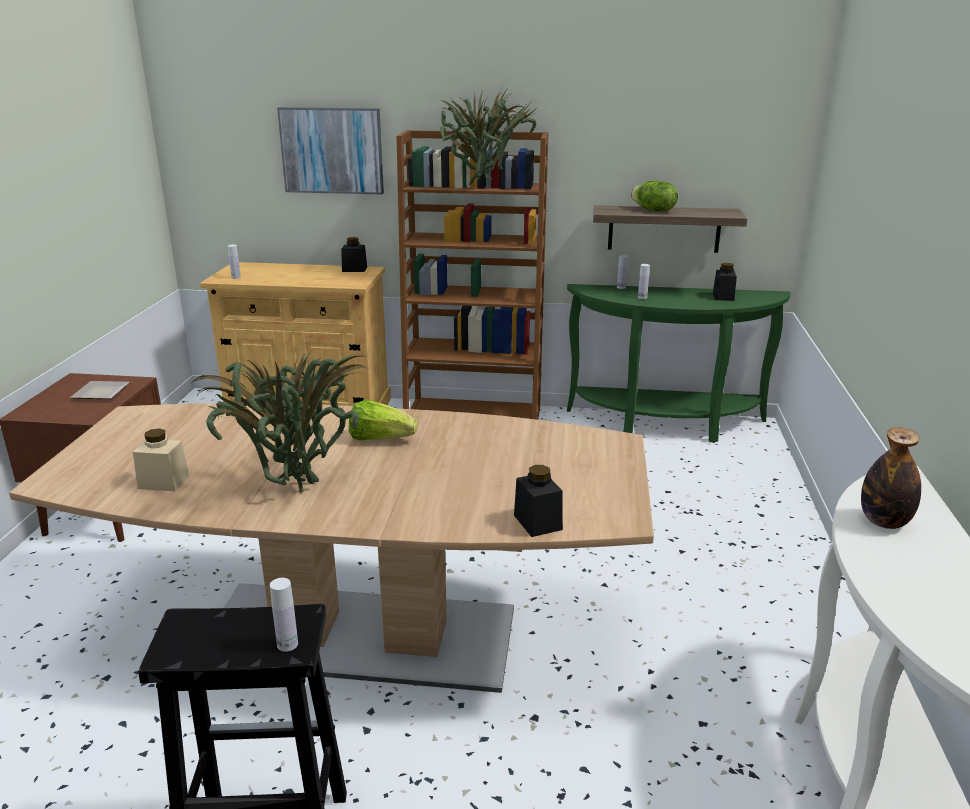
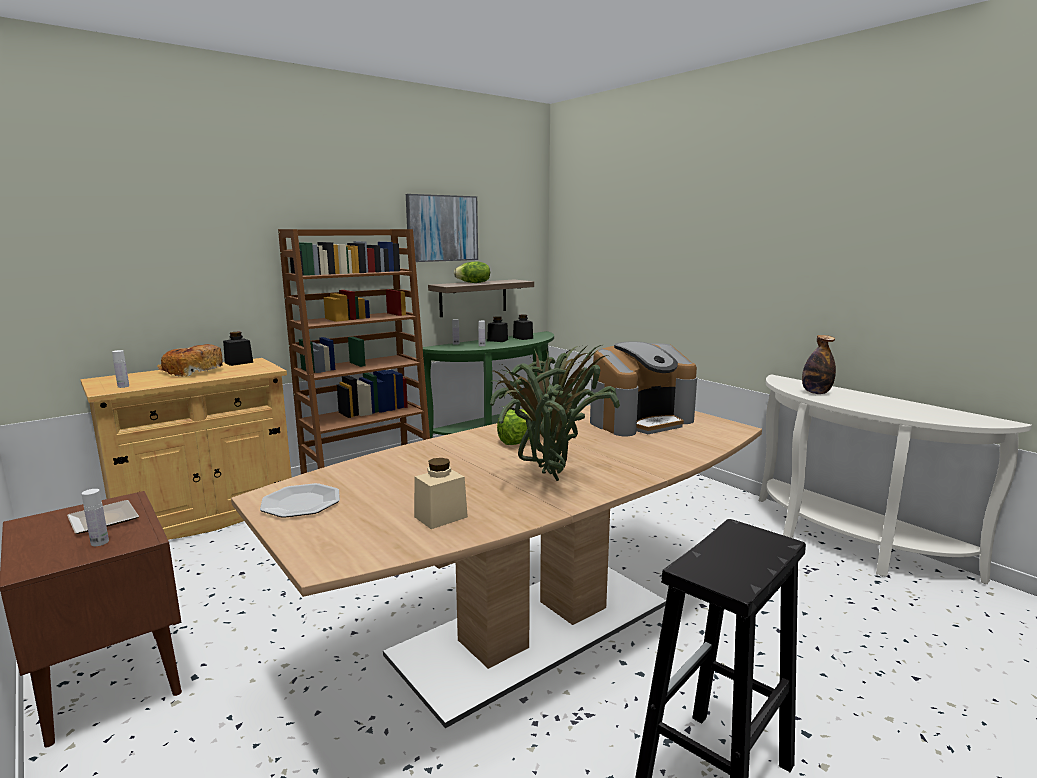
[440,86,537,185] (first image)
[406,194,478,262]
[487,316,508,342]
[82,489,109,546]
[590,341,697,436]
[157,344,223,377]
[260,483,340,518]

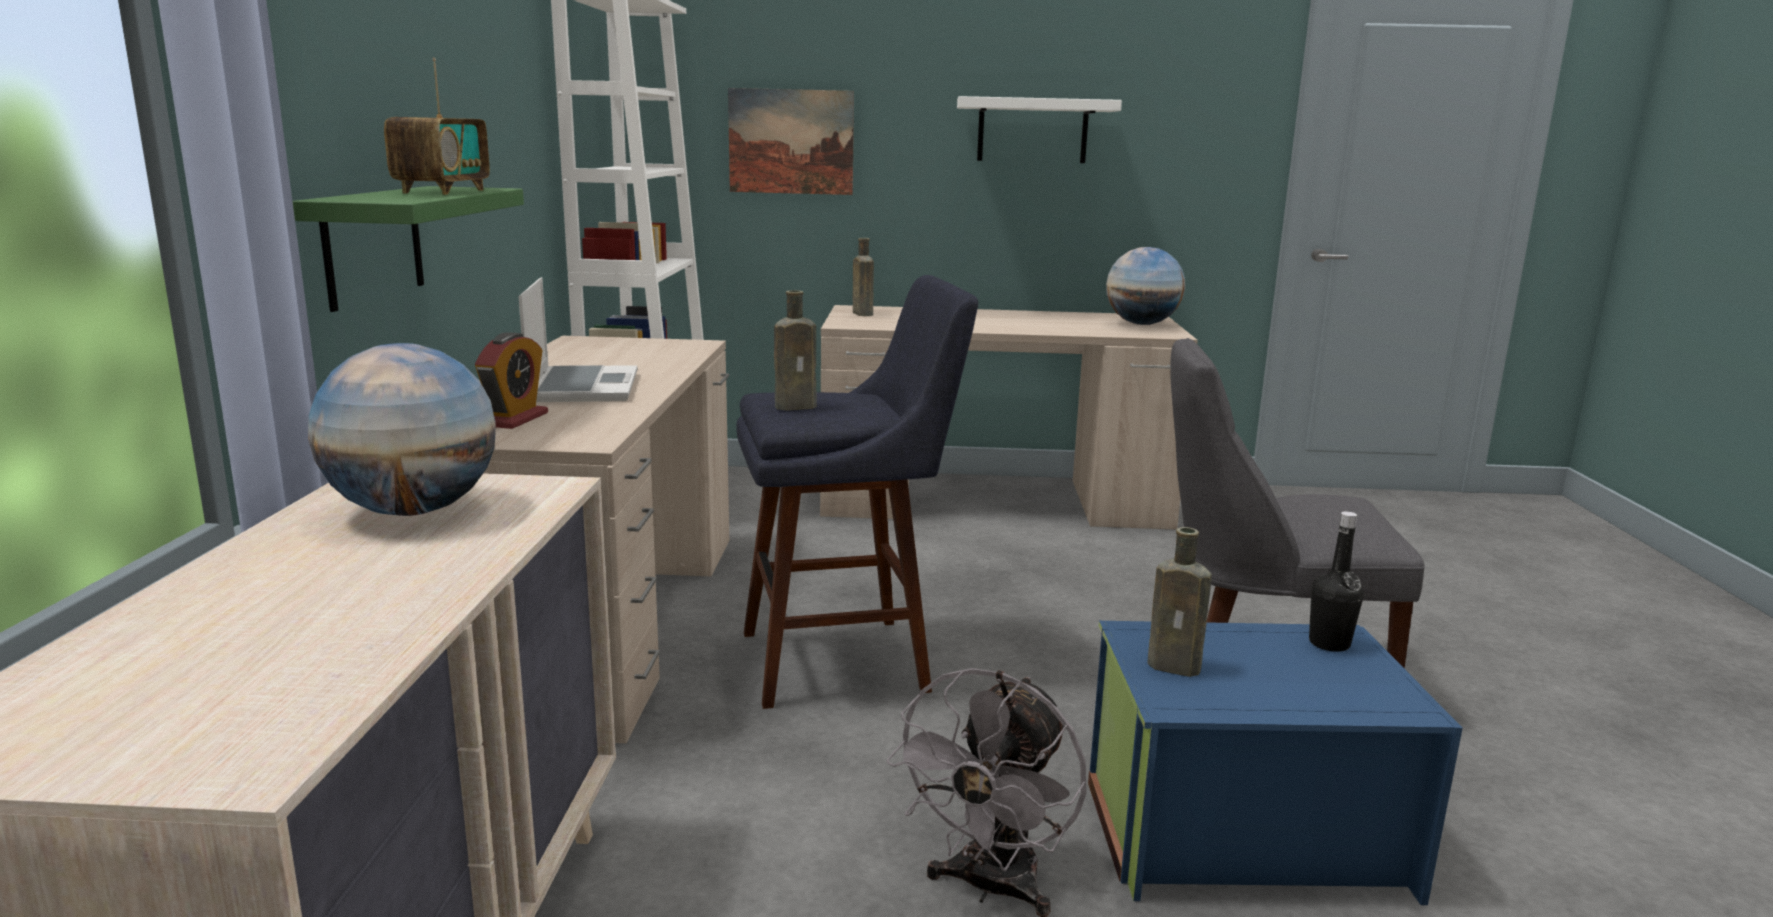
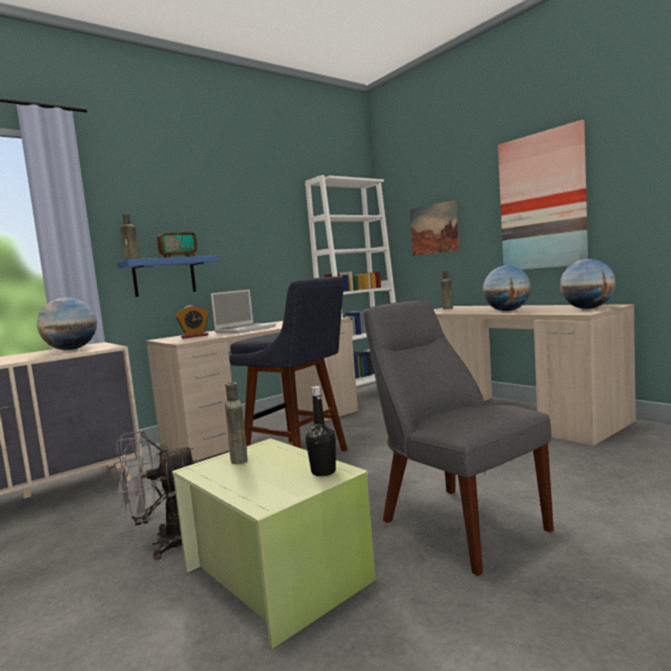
[498,120,588,270]
[117,256,218,297]
[120,214,139,261]
[172,438,375,649]
[483,266,531,311]

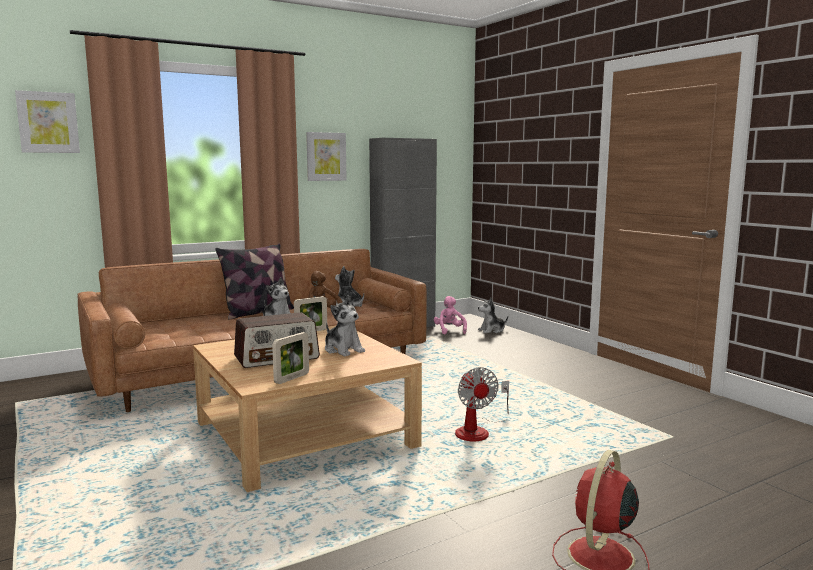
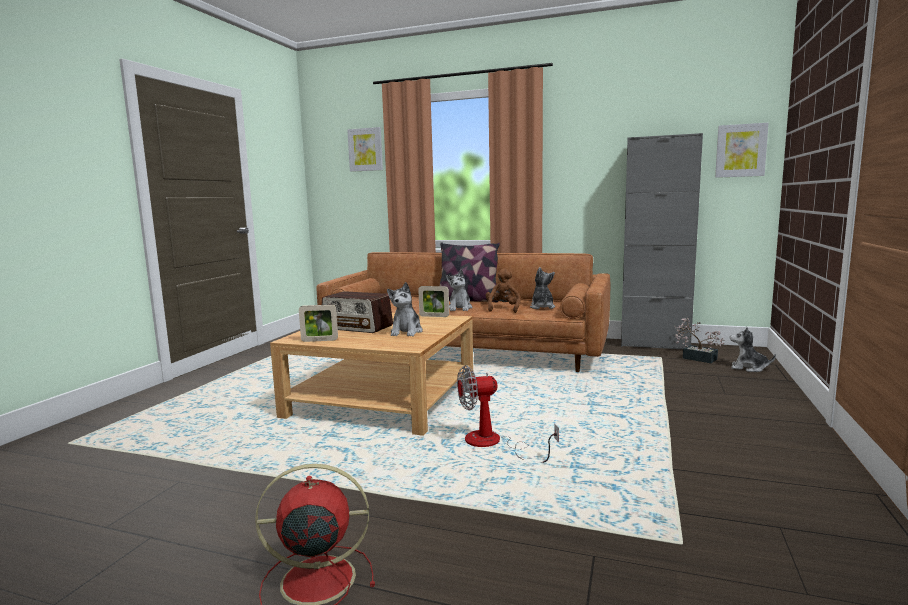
[715,123,769,178]
[674,318,725,363]
[457,365,559,463]

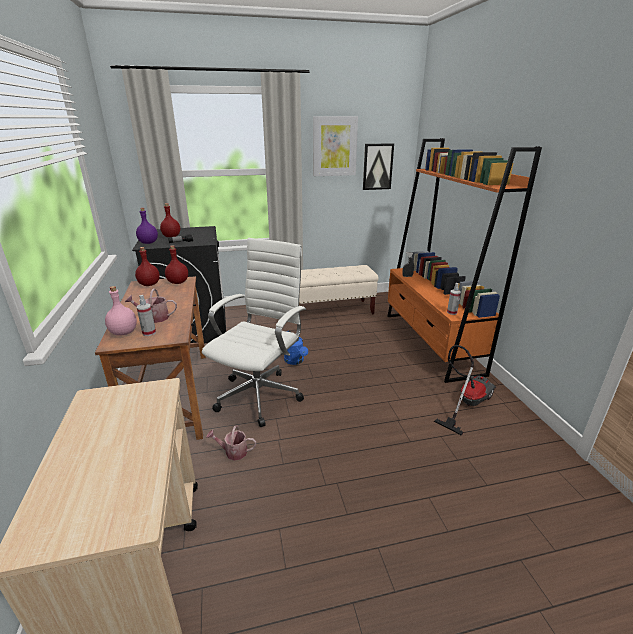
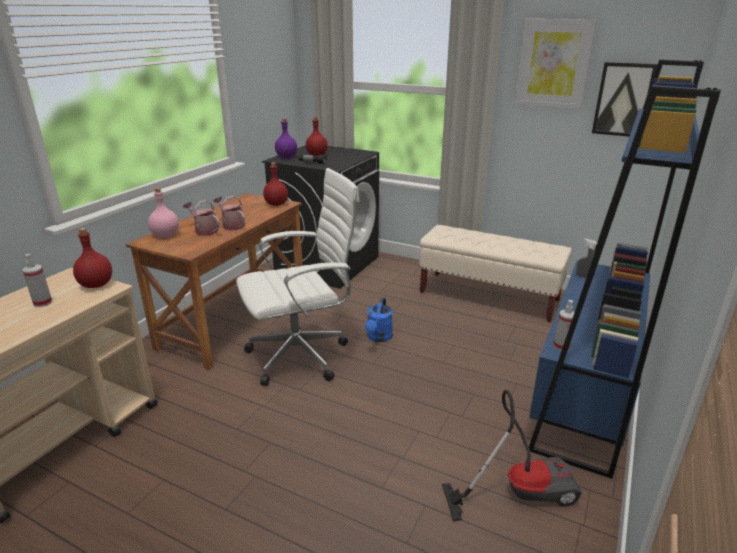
[529,59,721,479]
[73,228,112,288]
[22,254,52,307]
[213,196,245,231]

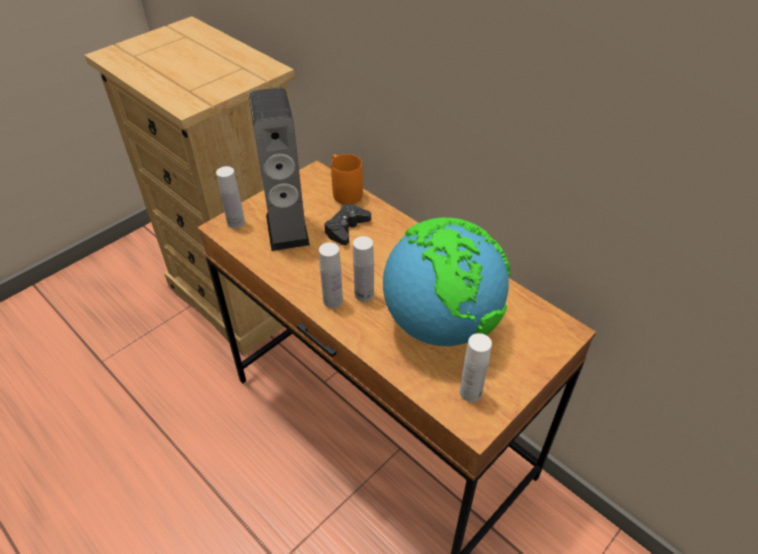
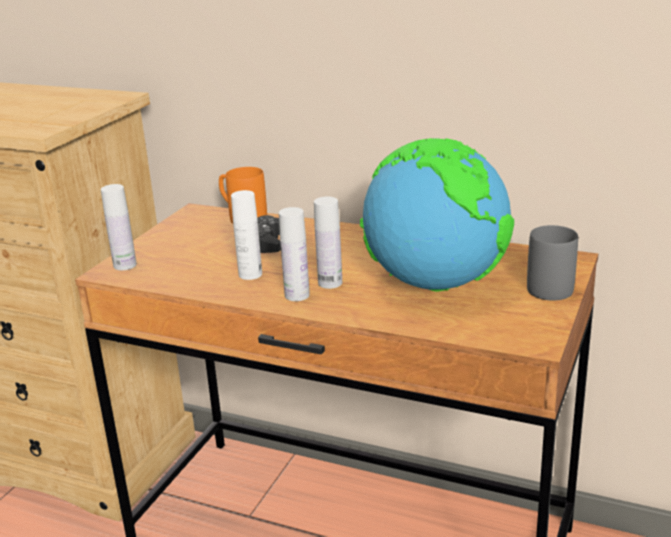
[249,88,310,251] (first image)
[231,190,262,280]
[527,225,578,301]

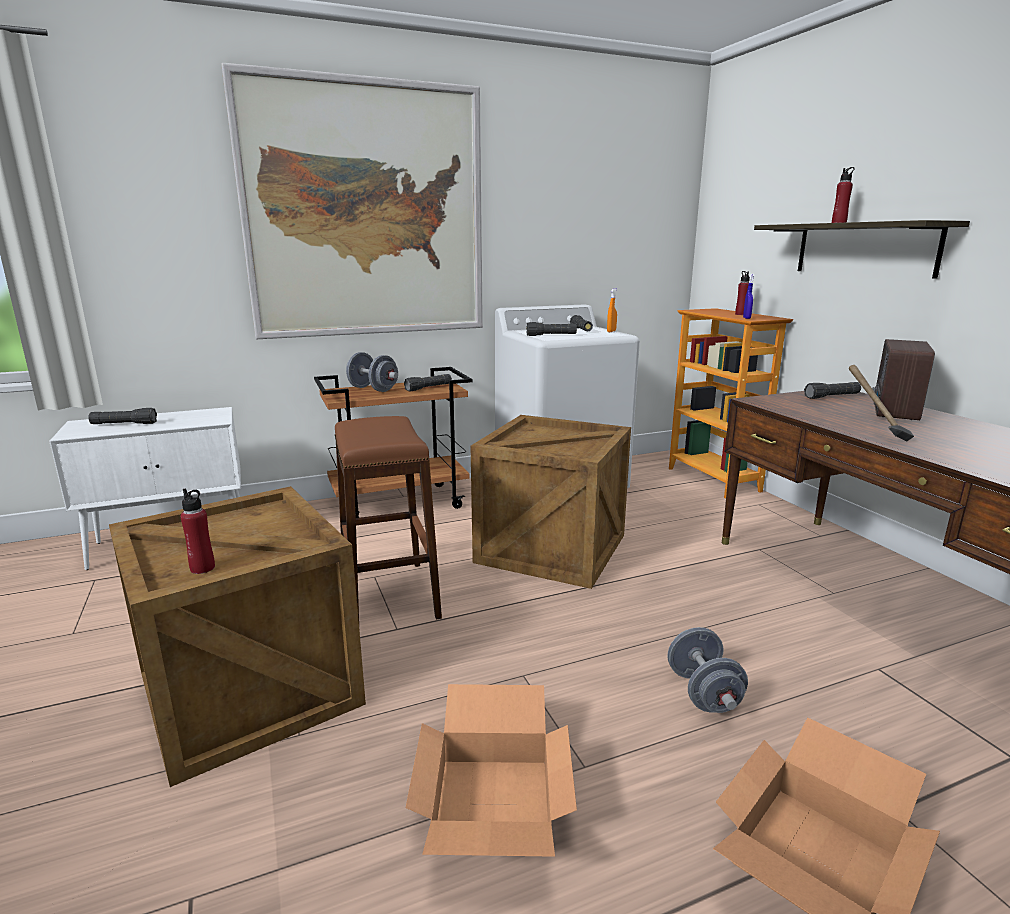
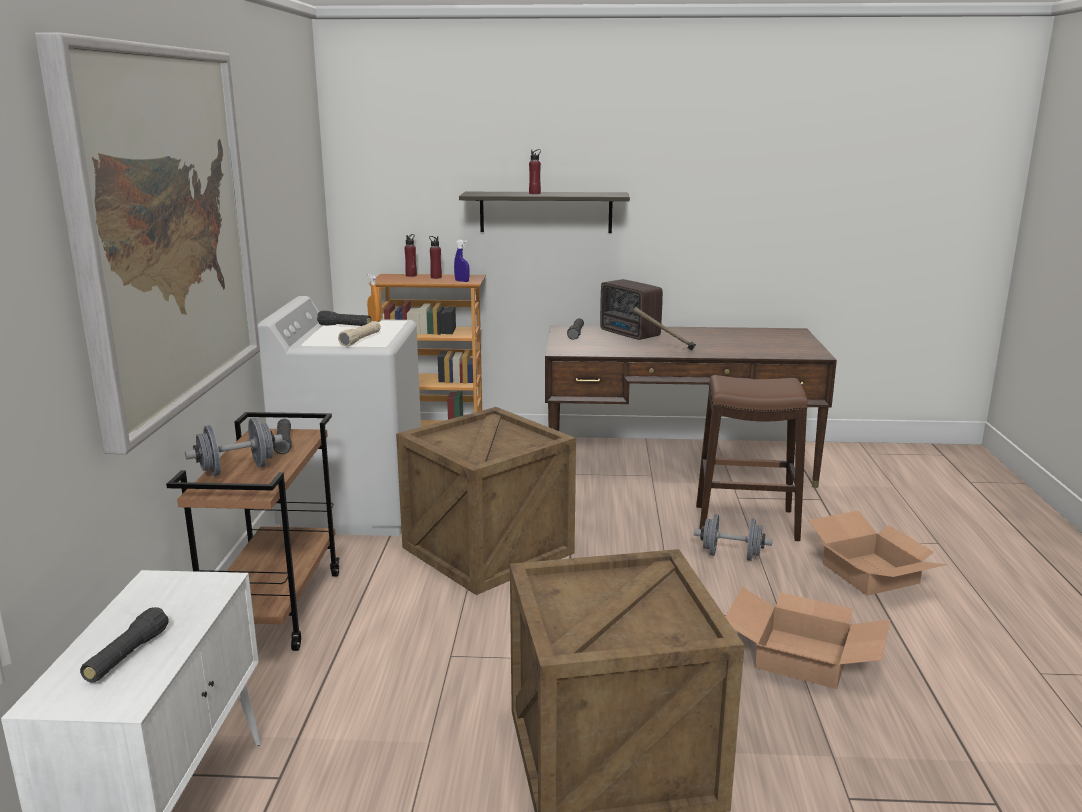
[338,321,381,346]
[696,375,808,541]
[404,234,417,277]

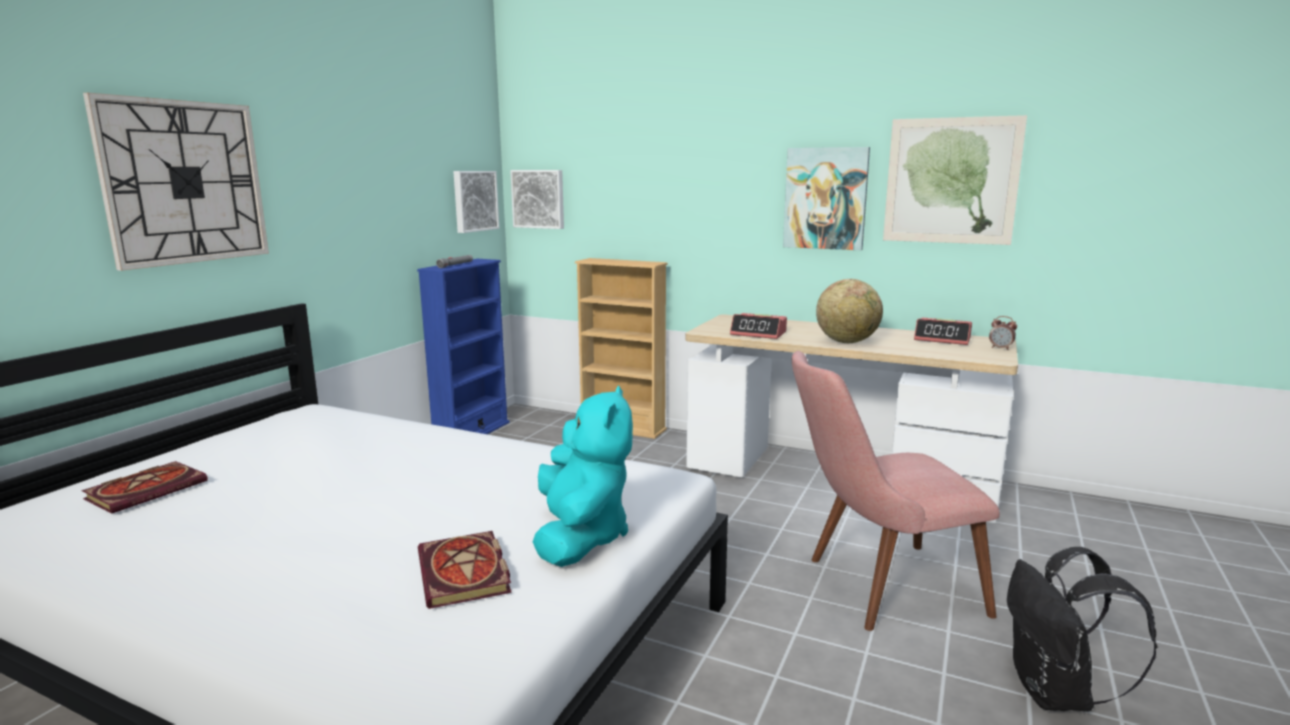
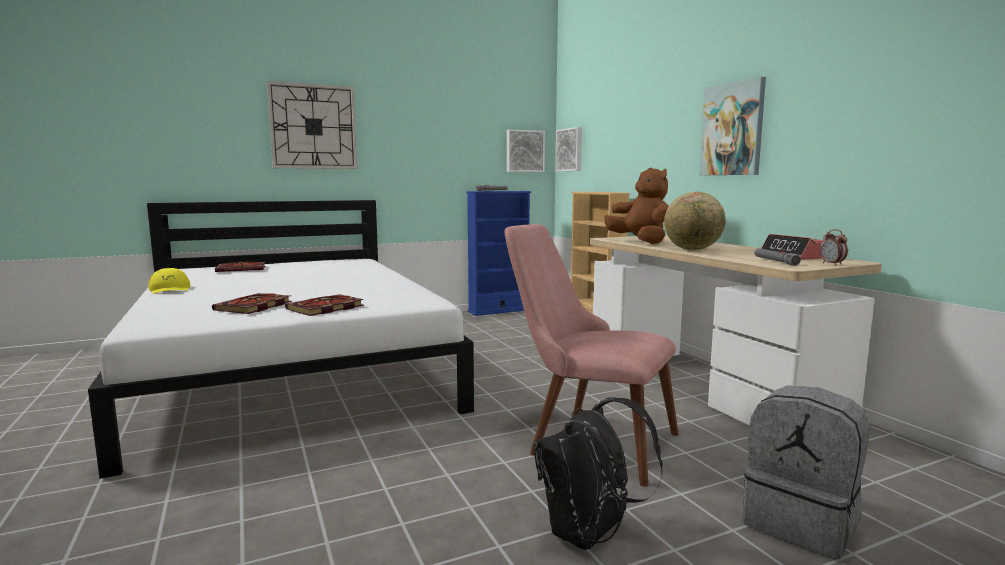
[883,115,1027,245] (first image)
[604,167,669,244]
[285,294,364,316]
[754,248,801,266]
[148,268,190,294]
[743,386,870,560]

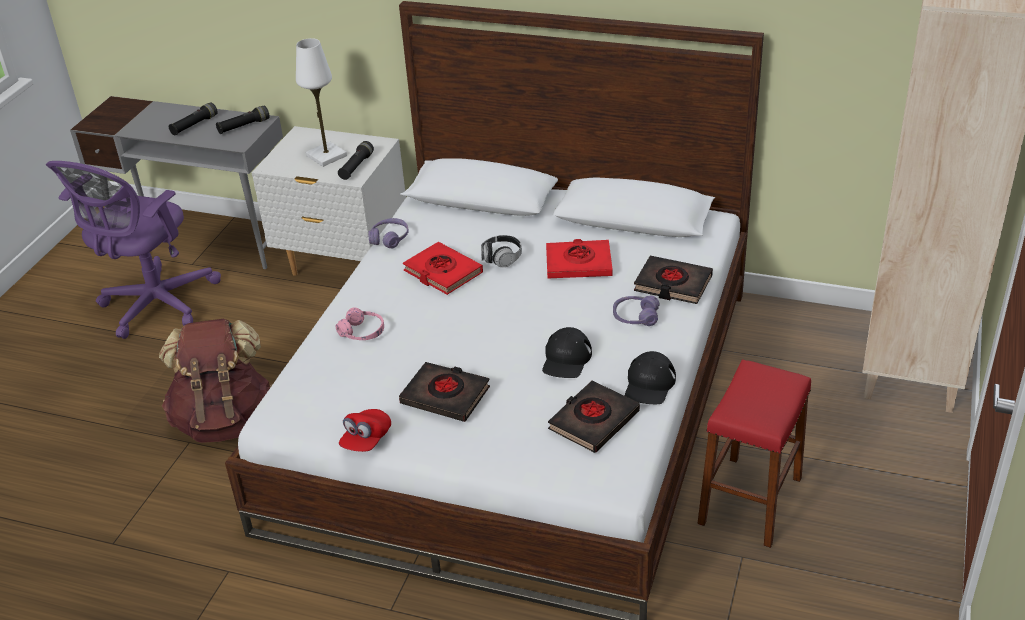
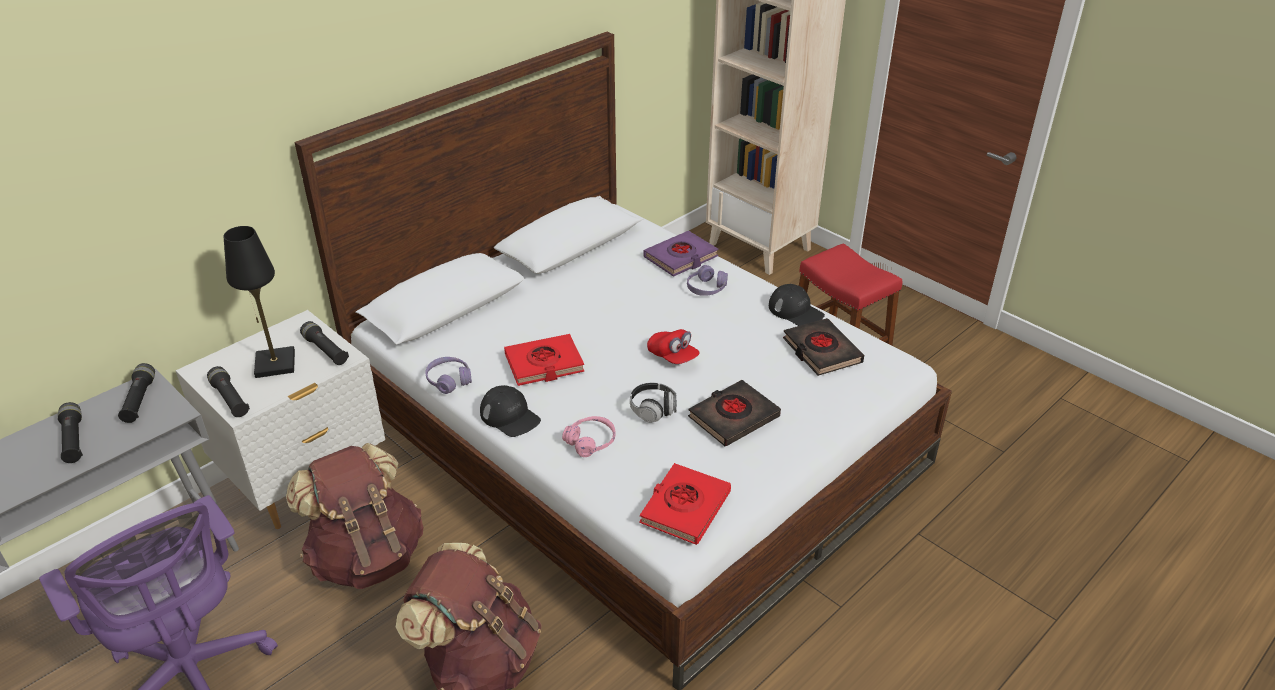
[224,226,295,378]
[630,382,677,423]
[639,463,731,545]
[643,231,718,277]
[480,385,541,437]
[647,329,700,364]
[207,366,250,417]
[286,443,423,589]

